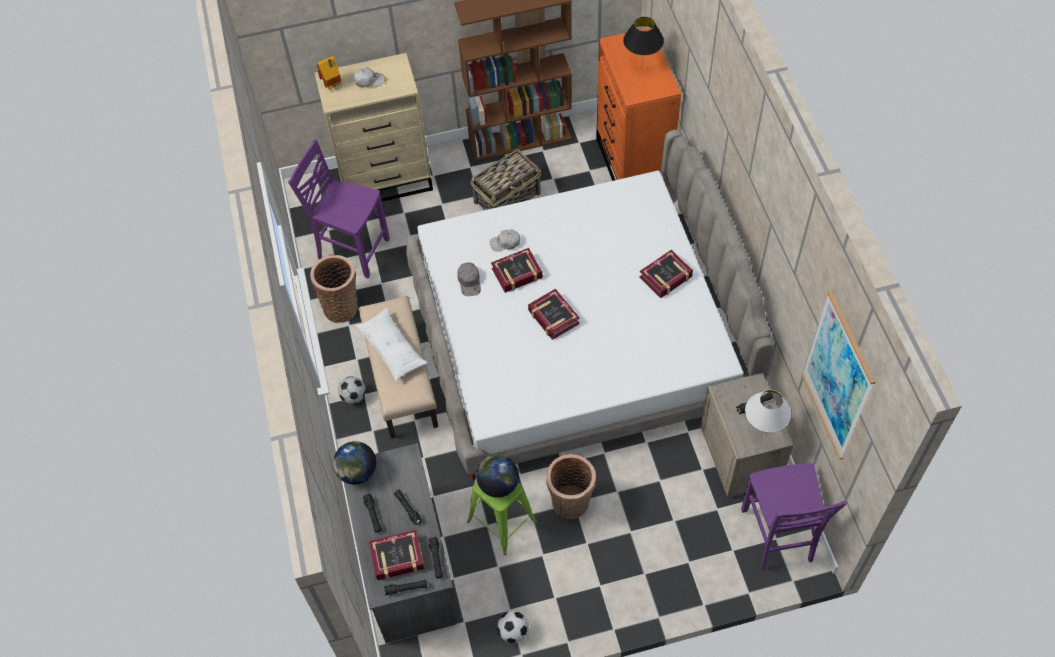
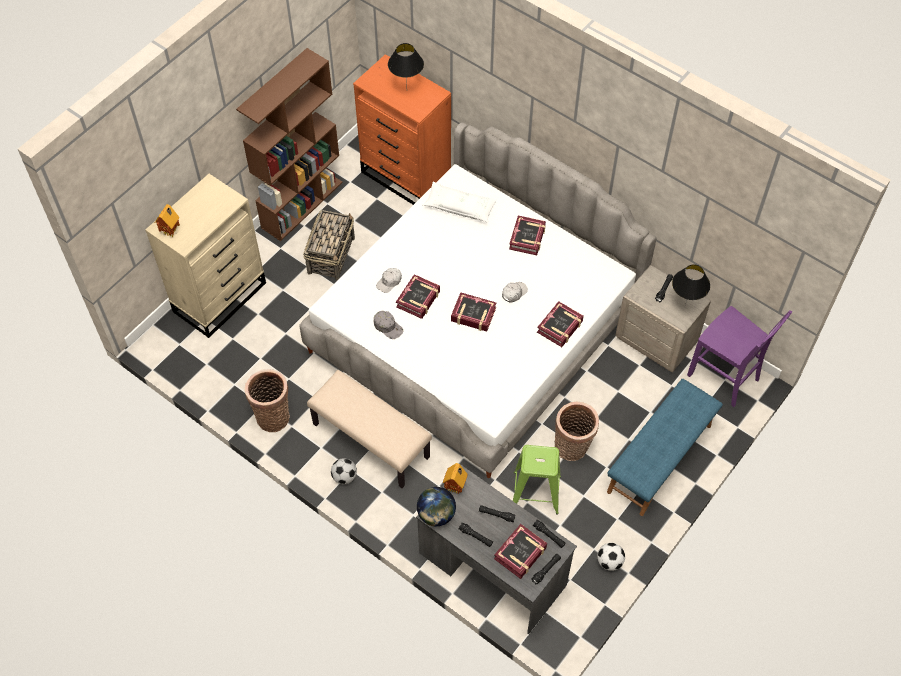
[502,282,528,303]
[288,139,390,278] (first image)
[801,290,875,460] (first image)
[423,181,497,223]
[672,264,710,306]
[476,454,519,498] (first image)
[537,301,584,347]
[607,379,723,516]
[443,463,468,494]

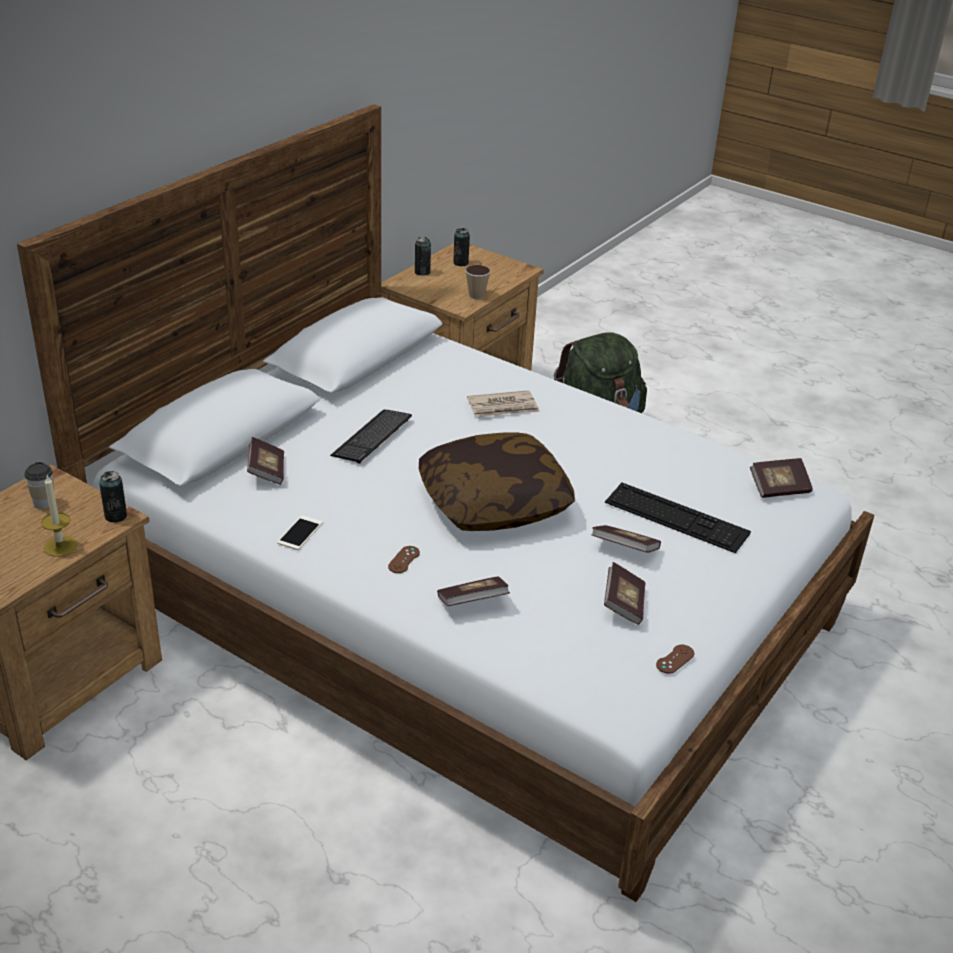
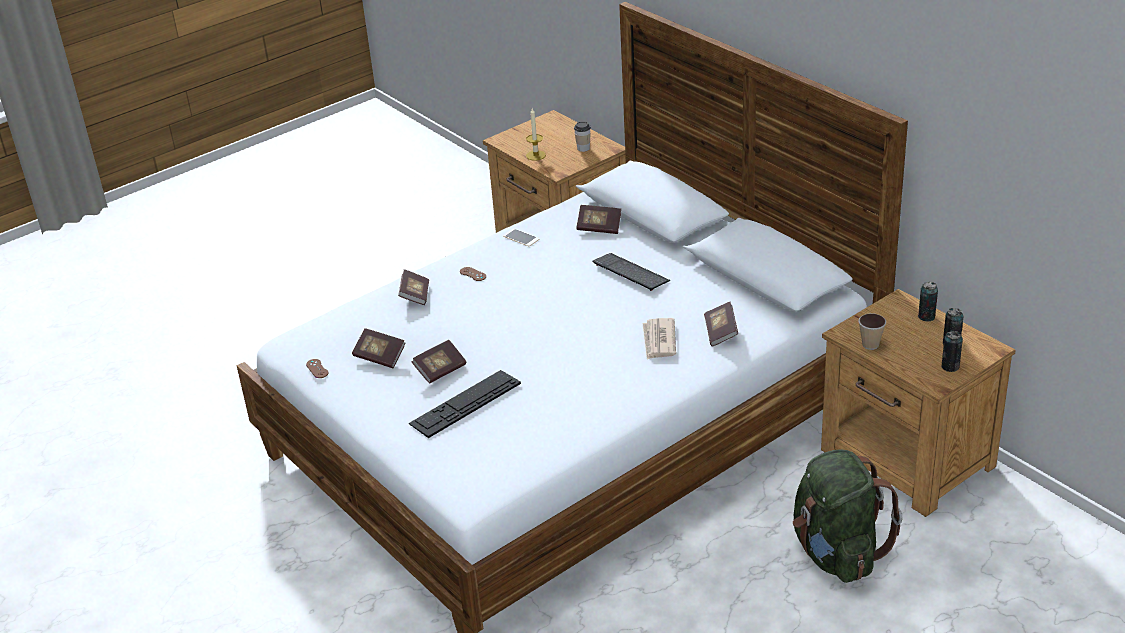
[419,433,575,531] (first image)
[704,302,738,347]
[941,331,963,372]

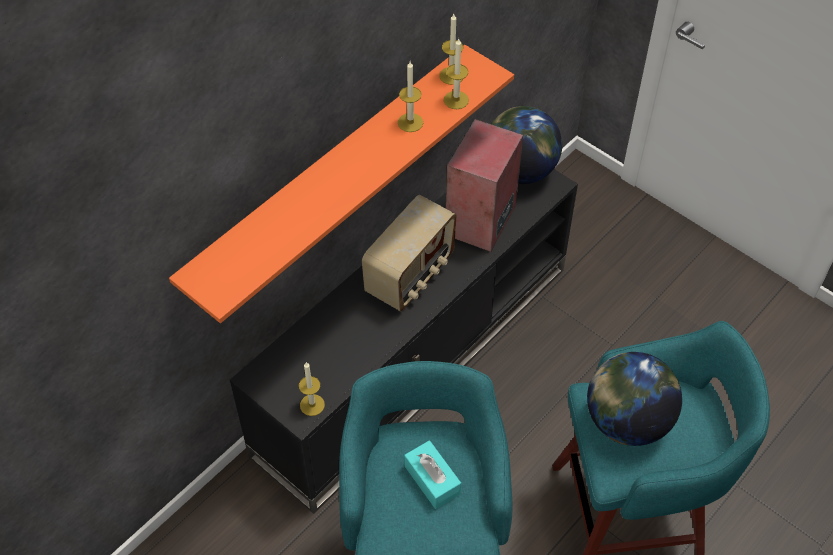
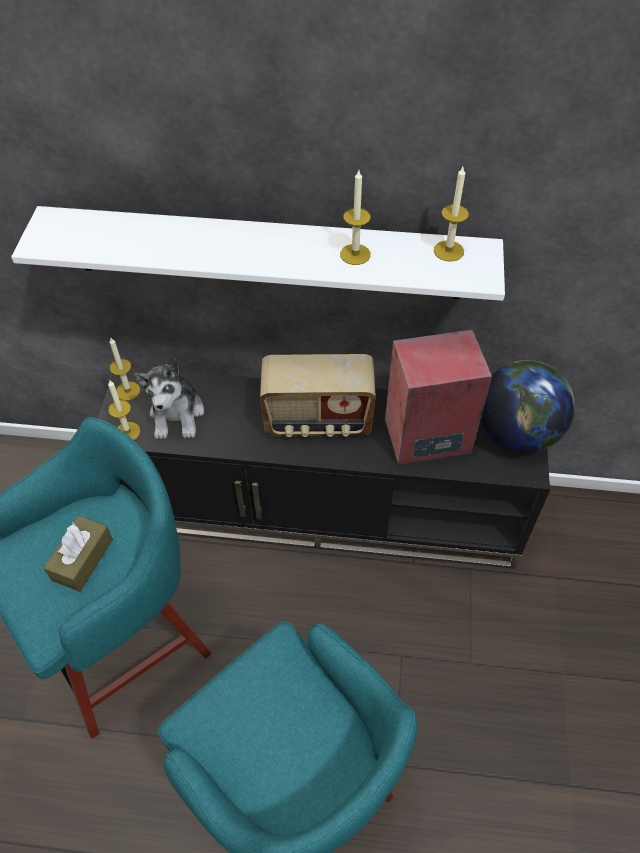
[110,338,140,401]
[11,206,505,301]
[587,352,682,446] (first image)
[44,516,113,592]
[134,358,204,439]

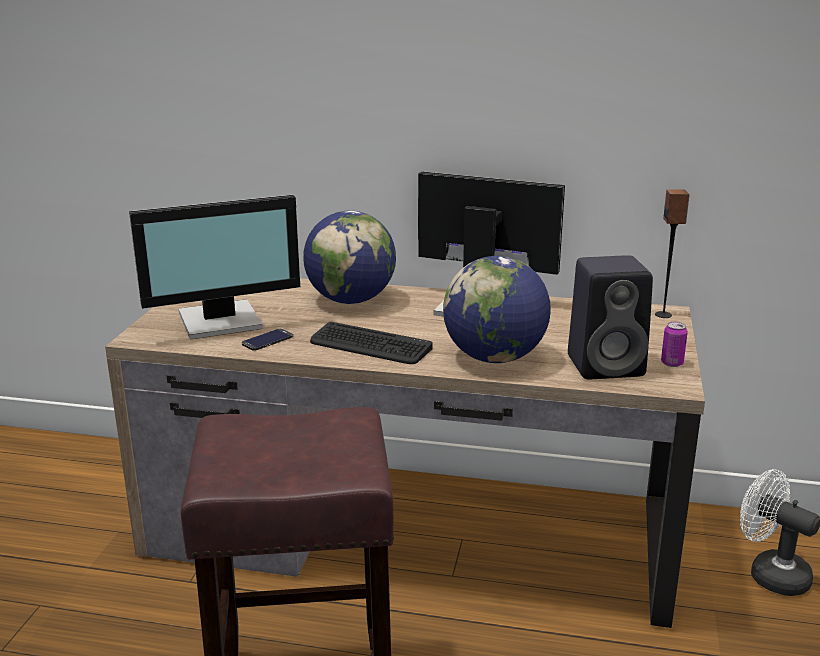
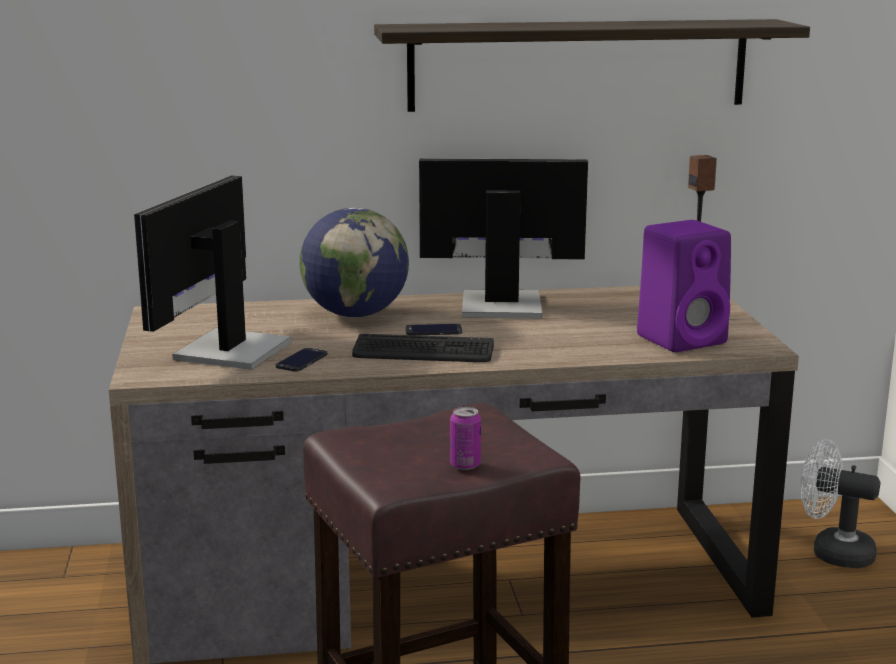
[134,176,291,370]
[637,220,731,352]
[443,256,551,363] (first image)
[450,407,481,470]
[374,19,810,112]
[406,324,462,335]

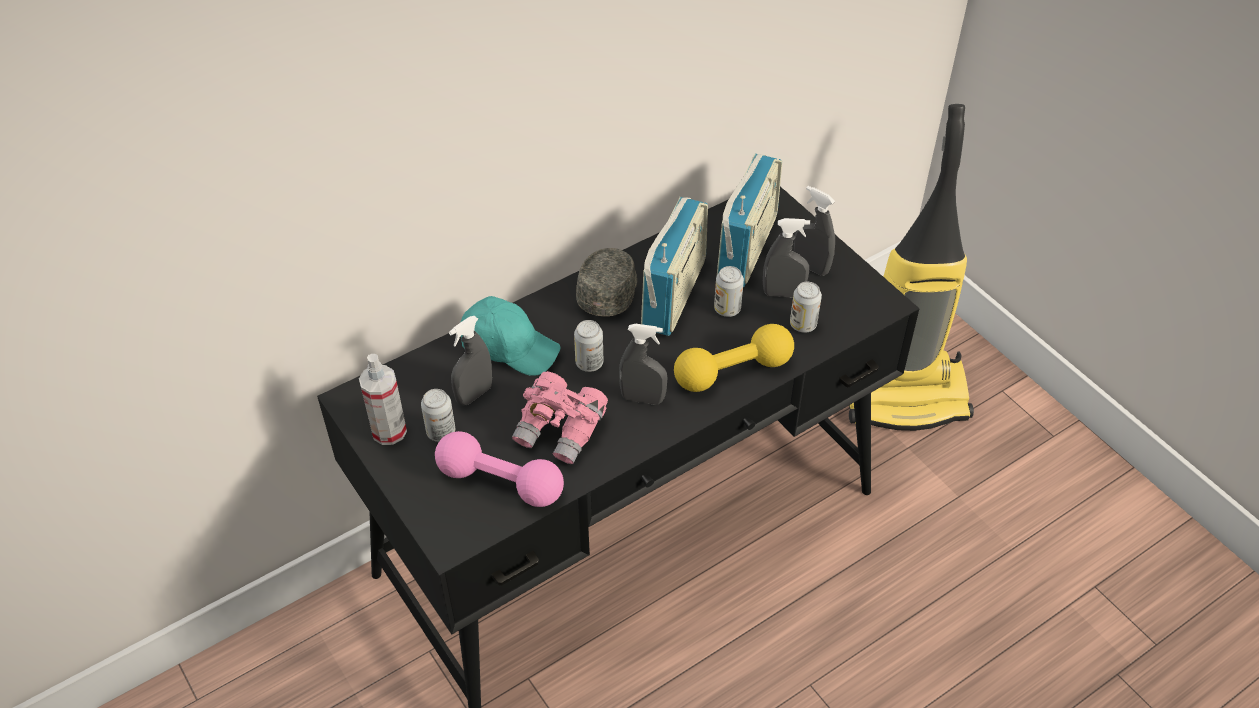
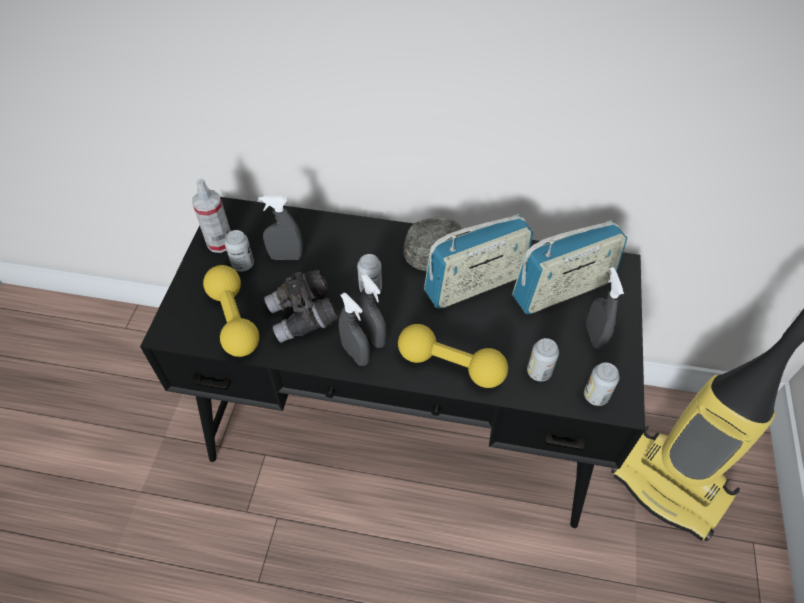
[339,292,370,366]
[584,362,620,406]
[460,296,561,376] (first image)
[264,269,338,343]
[203,265,259,357]

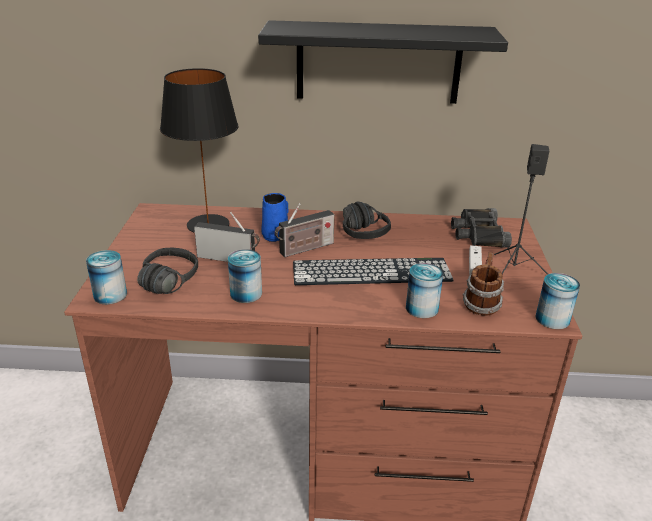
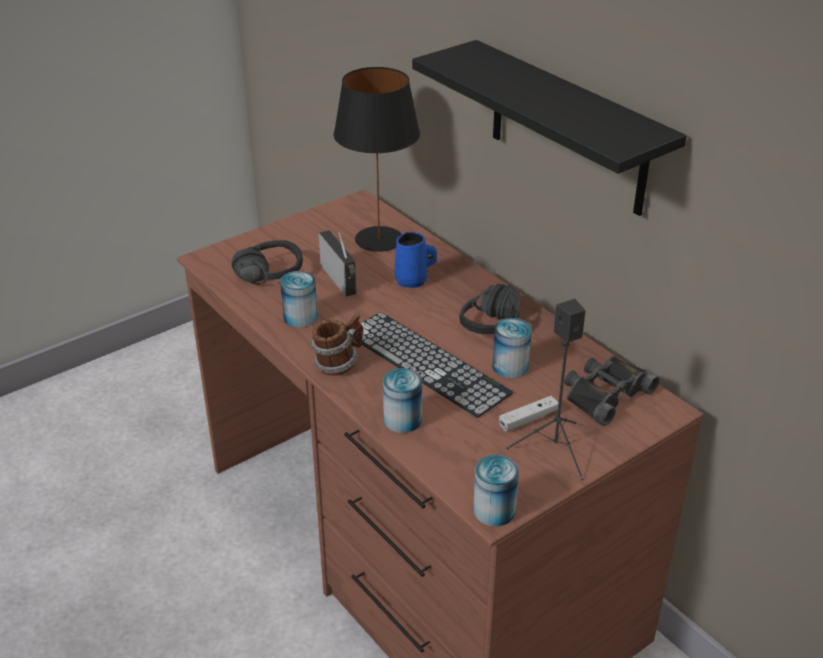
[275,203,334,257] (first image)
[492,318,532,379]
[311,313,363,376]

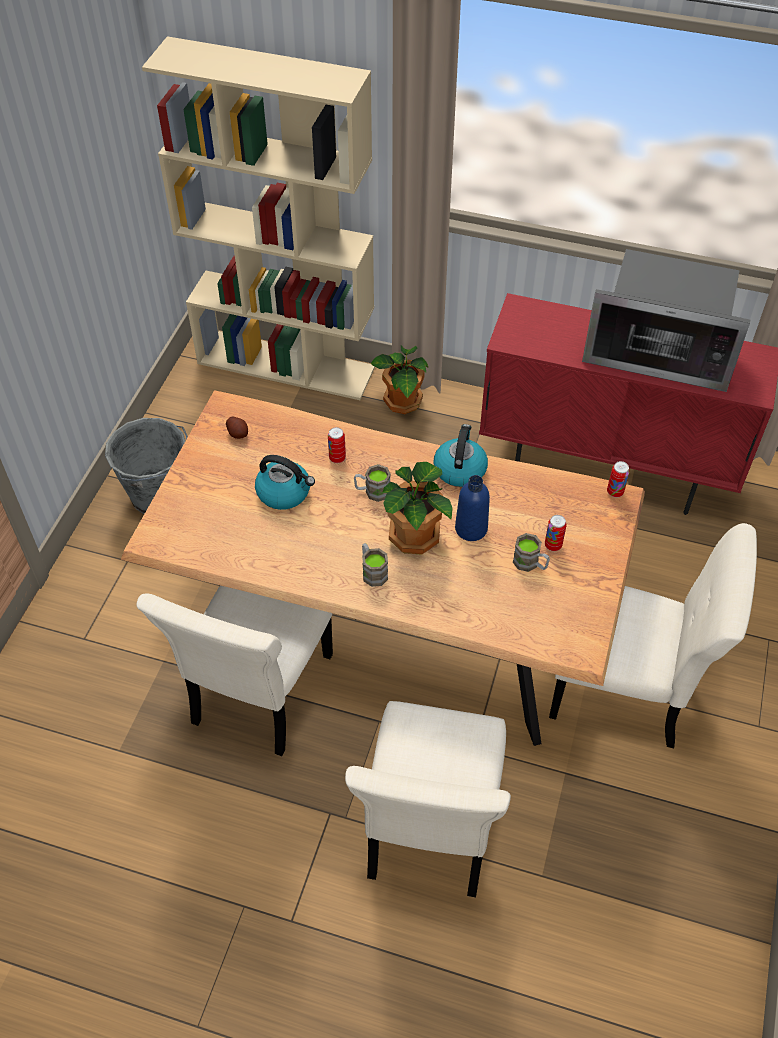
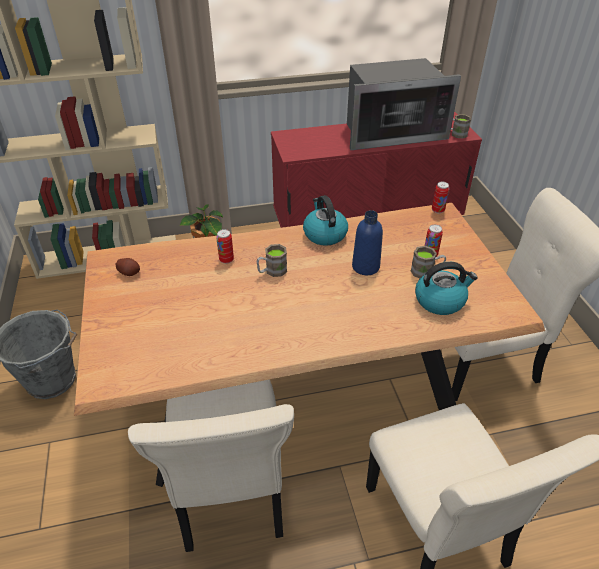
[415,262,478,315]
[381,462,453,555] (first image)
[451,114,471,139]

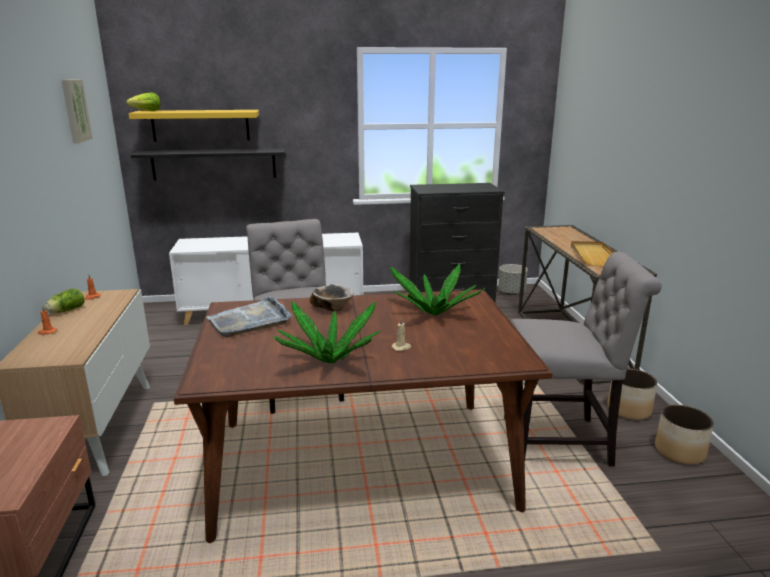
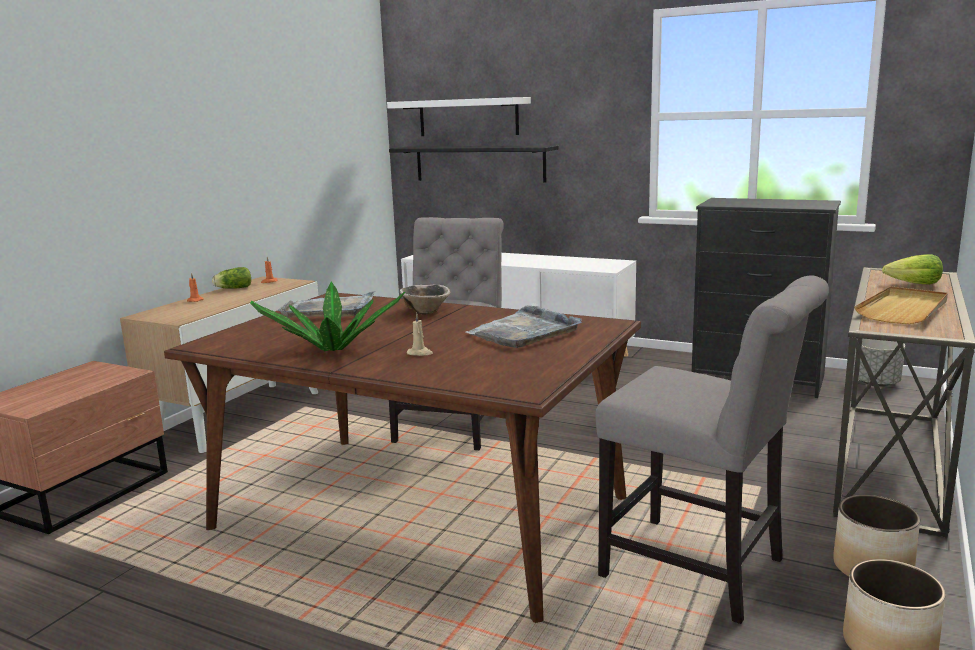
[62,79,93,143] (first image)
[882,254,943,285]
[387,97,531,136]
[466,306,582,348]

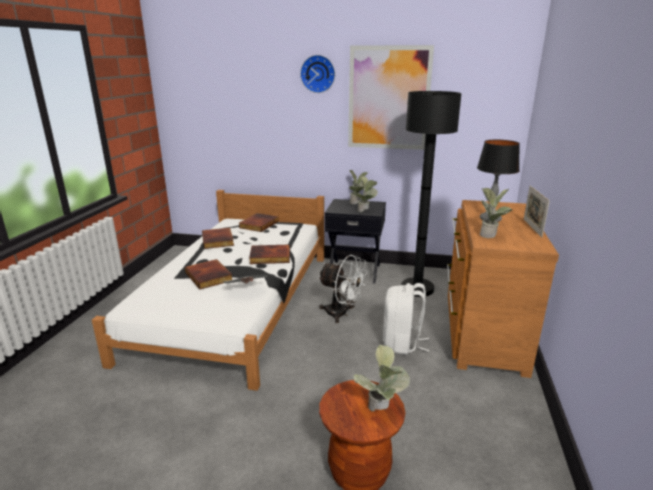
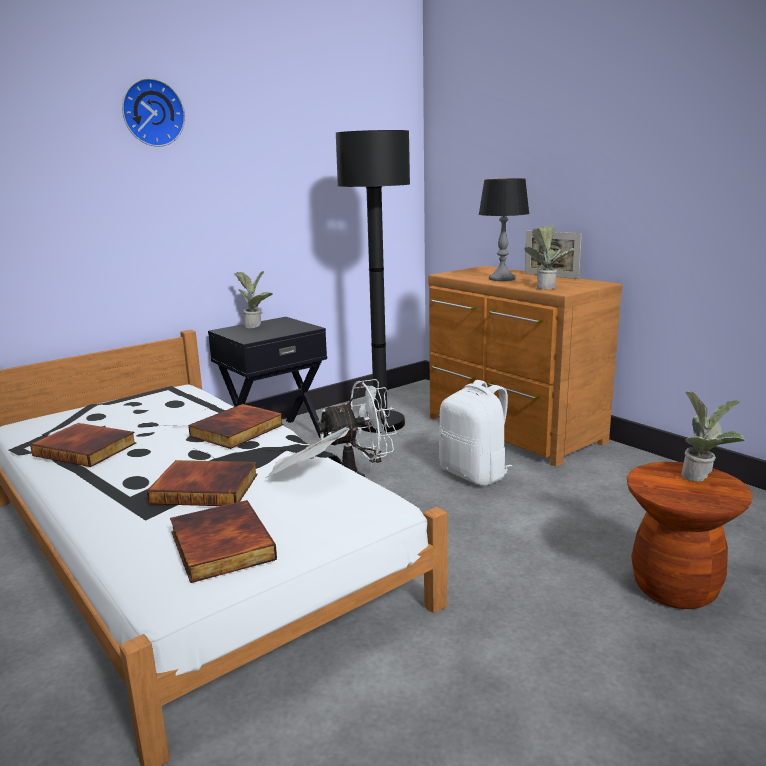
[348,45,434,150] (first image)
[352,176,378,212] (first image)
[170,500,277,583]

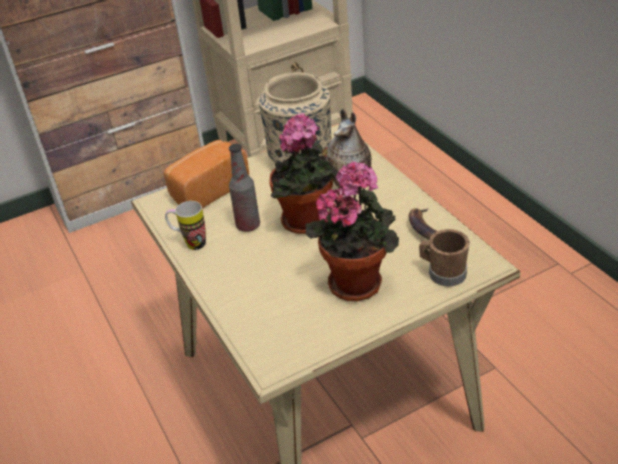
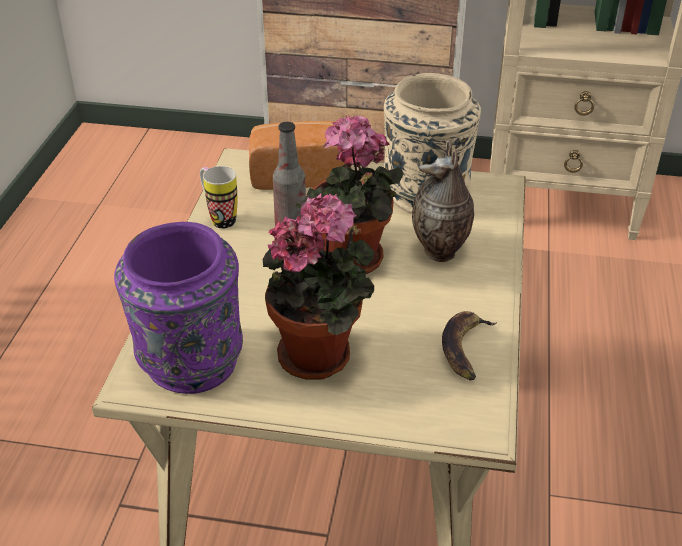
[419,229,470,287] (first image)
[114,222,243,394]

